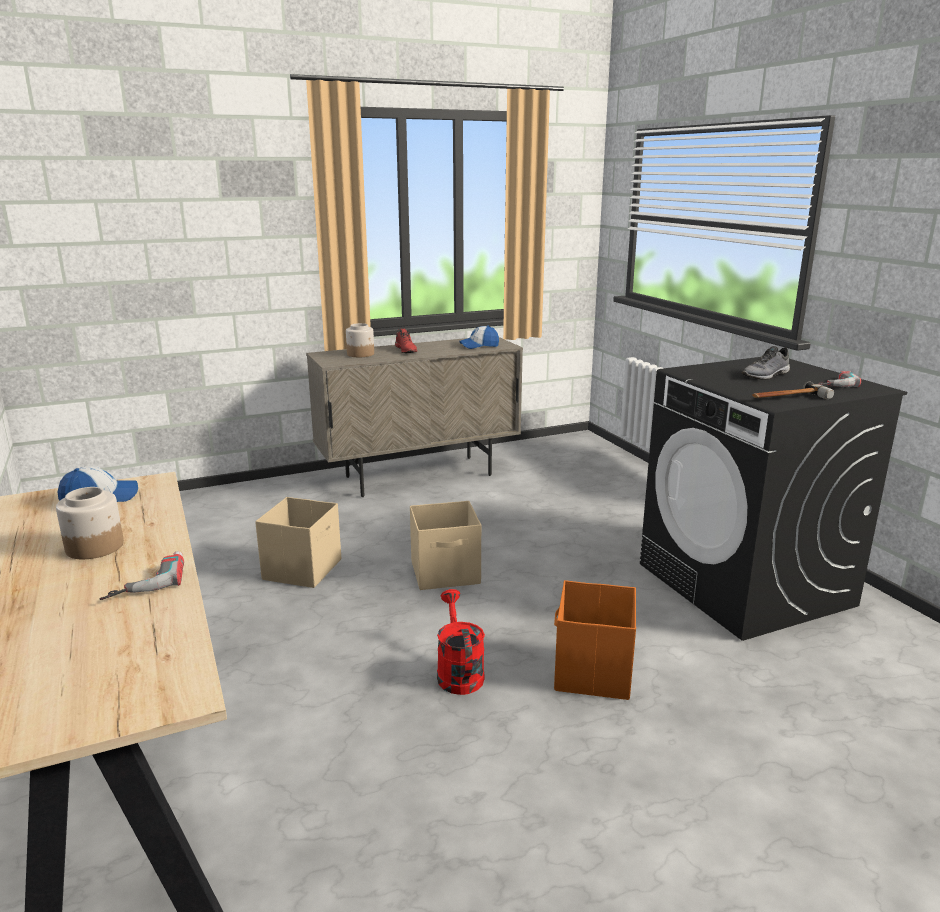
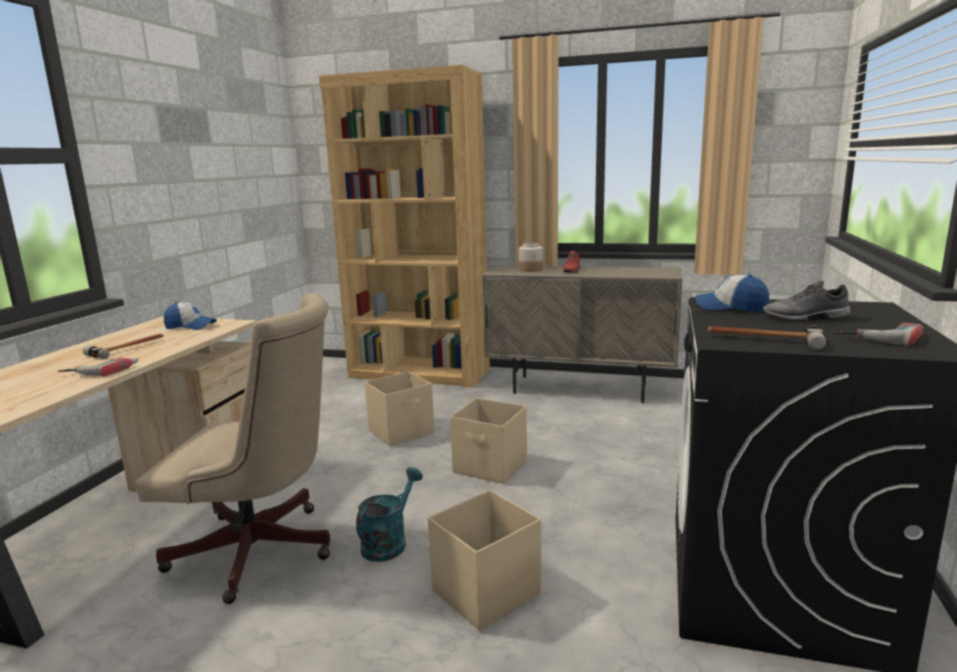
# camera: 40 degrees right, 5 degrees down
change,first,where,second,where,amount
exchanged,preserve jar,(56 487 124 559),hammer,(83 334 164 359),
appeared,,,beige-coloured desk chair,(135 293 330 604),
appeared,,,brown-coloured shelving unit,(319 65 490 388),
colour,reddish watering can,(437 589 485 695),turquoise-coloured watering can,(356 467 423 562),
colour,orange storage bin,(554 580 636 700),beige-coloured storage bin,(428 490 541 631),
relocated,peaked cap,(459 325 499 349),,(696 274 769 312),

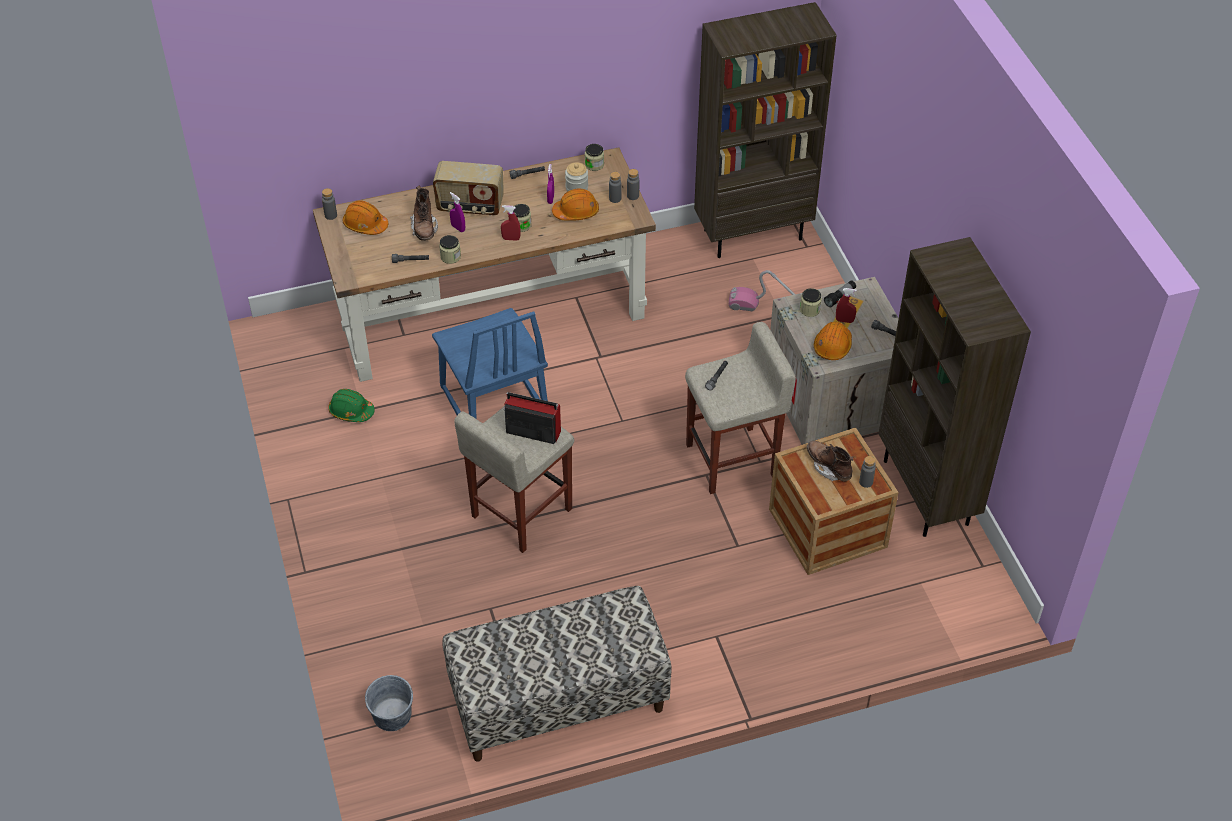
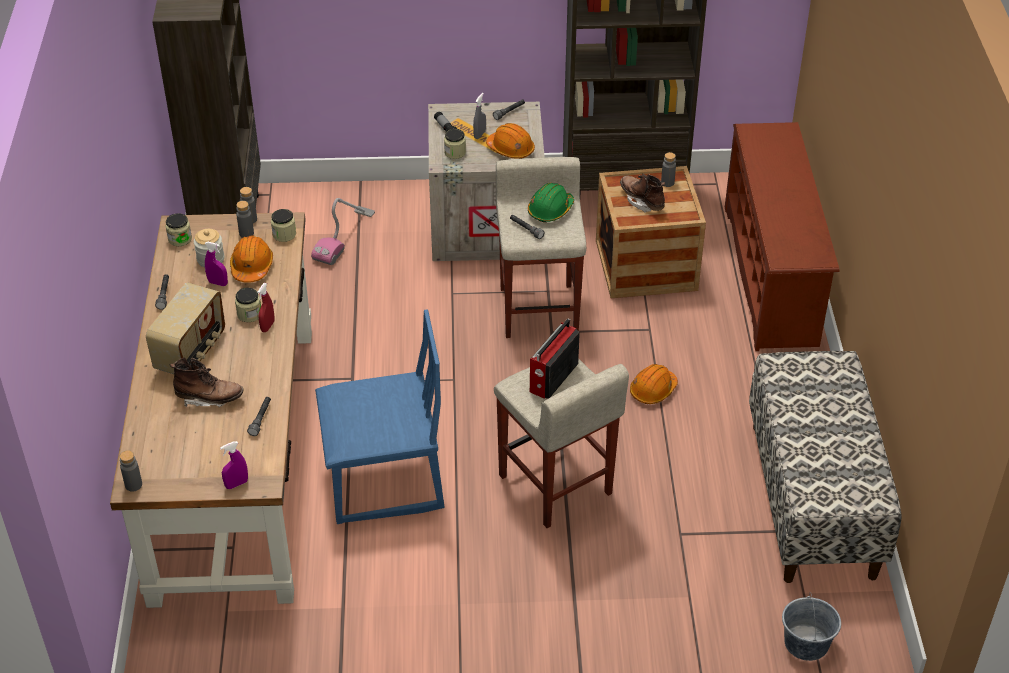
# camera: 75 degrees left, 5 degrees down
change,first,where,second,where,amount
relocated,purple-coloured sprayer,(450 192 465 232),,(220 441 248 489),
relocated,preserve jar,(439 235 461 264),,(271 209 296 242),
colour,reddish sprayer,(836 288 857 323),grey sprayer,(473 93 486 139),
relocated,green work helmet,(328 389 375 422),,(528 183 574 223),
spun,brown-coloured high-top boot,(807 441 853 481),,(620 173 665 213),75 degrees clockwise
relocated,orange work helmet,(343 200 388 235),,(630 364 678 404),
appeared,,,brown-coloured shoe stand,(725 122 840 351),

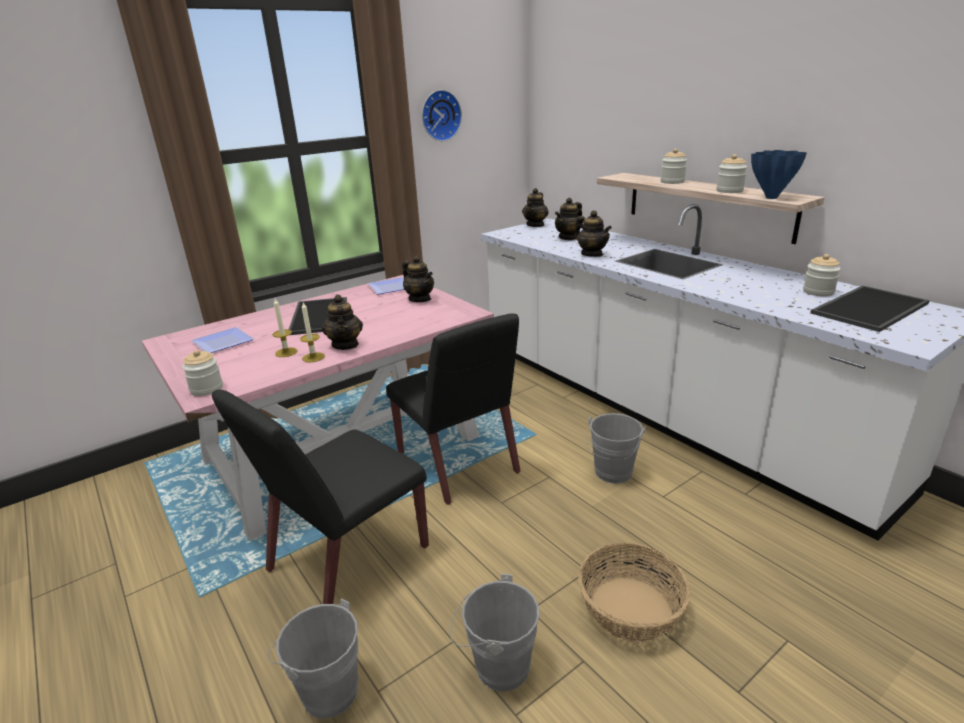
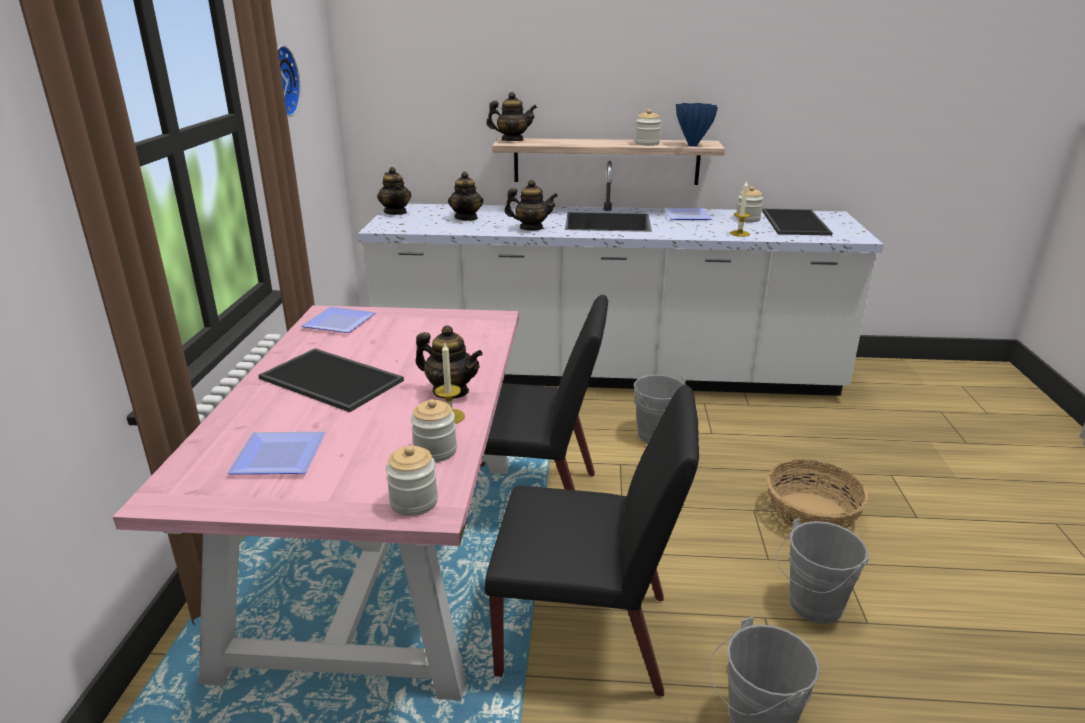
# camera: 50 degrees left, 0 degrees up
change,first,where,second,where,amount
relocated,preserve jar,(661 148 687 184),,(411 399 457 462),
spun,black-coloured upright chair,(212 390 429 604),,(485 385 699 696),75 degrees counterclockwise
relocated,pot for tea,(402 256 434 302),,(486 92 537 141),
appeared,,,flat dish,(664 208 712 220),
relocated,wax candle,(273 299 298 357),,(730 180 751 237),

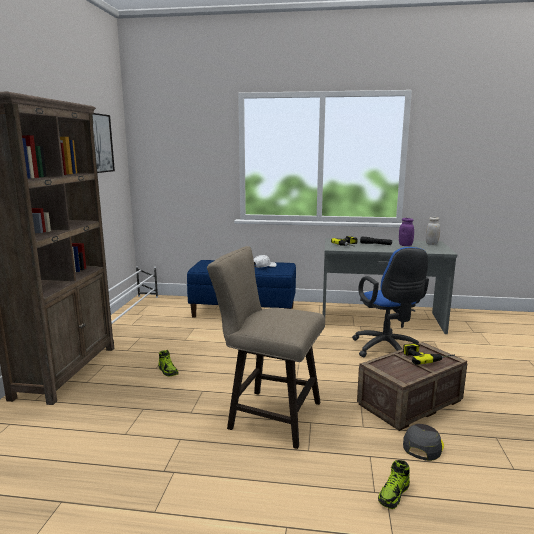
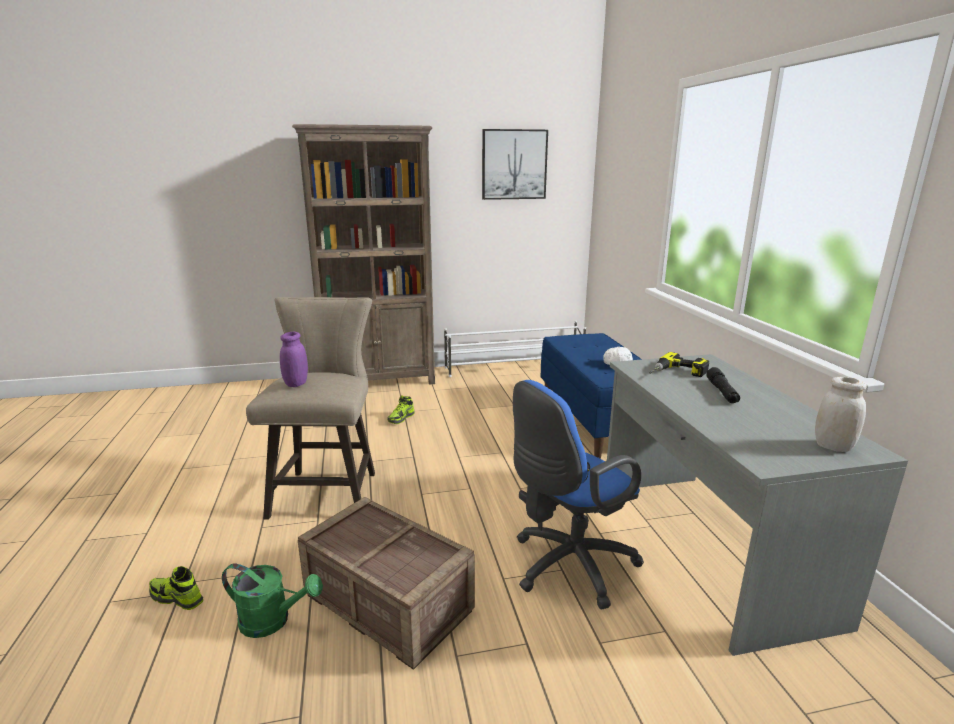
# camera: 70 degrees right, 5 degrees up
change,first,where,second,where,amount
exchanged,grey peaked cap,(403 424 444 461),green watering can,(222 564 323 638),
relocated,purple-coloured preserve jar,(399 218 414 246),,(280 332 308 387),
missing,drill,(403 343 455 365),,,

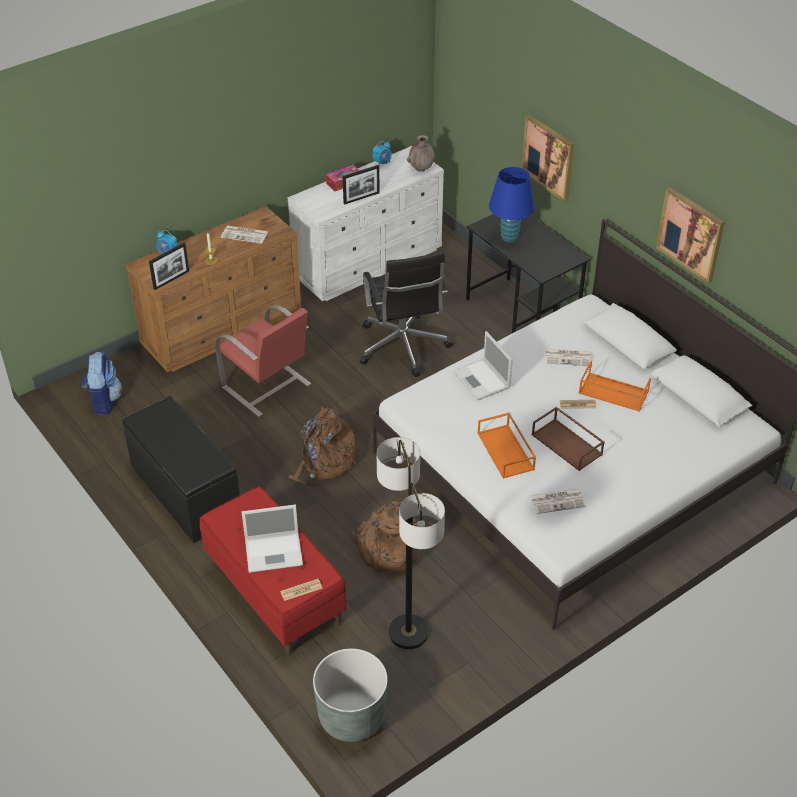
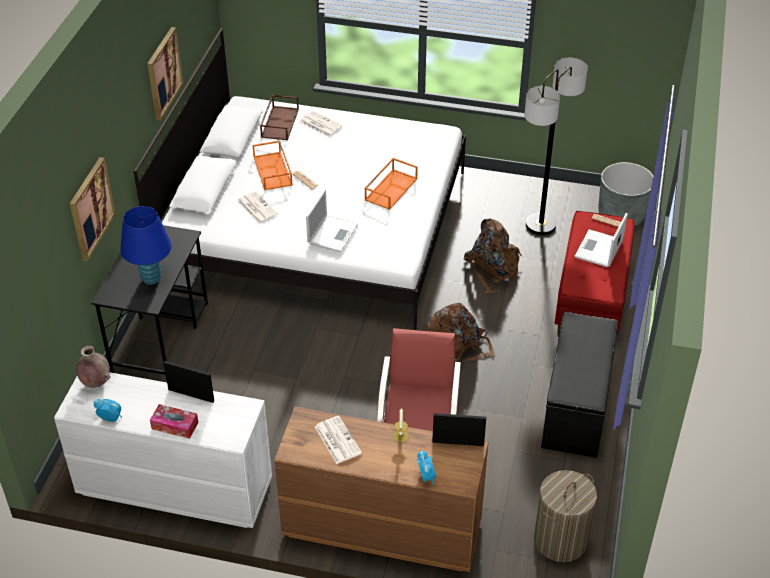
# camera: 130 degrees left, 0 degrees up
change,first,where,second,where,amount
relocated,brown-coloured serving tray,(532 407 605 471),,(260 95 299 140),
relocated,printed paper,(530 488 586 514),,(300 111 342 137),
exchanged,rucksack,(80 352 122 415),laundry basket,(534 470 597 562),
spun,portable computer,(242 504 303 573),,(575 213 628 267),105 degrees counterclockwise
missing,black-coloured desk chair,(360 251 453 377),,,

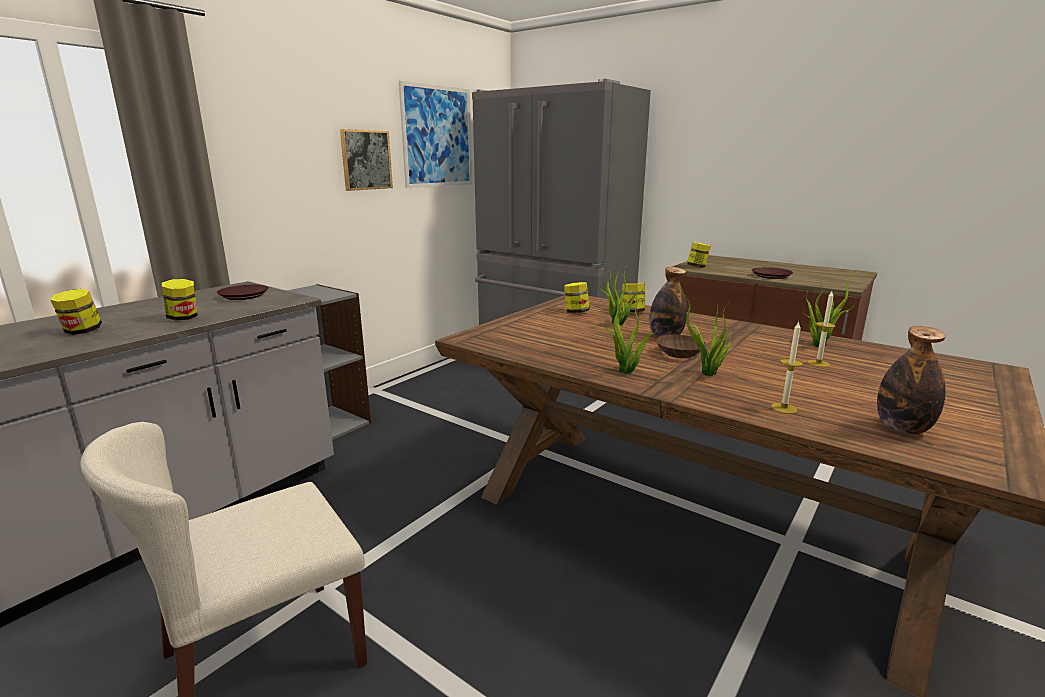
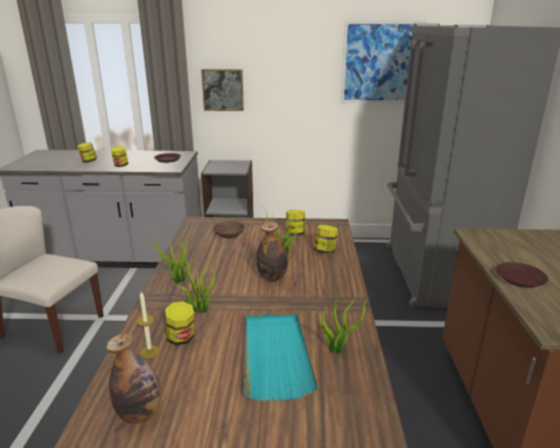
# camera: 55 degrees right, 5 degrees up
change,first,where,second,where,amount
relocated,preserve jar,(687 242 711 268),,(165 301 194 345),
relocated,wall art,(340 129 393 191),,(201 69 244 111),
relocated,brown-coloured serving bowl,(656 335 706 358),,(213 221 245 238),
exchanged,wax candle,(808 291 835 367),turquoise-coloured serving tray,(244 312 319 401),

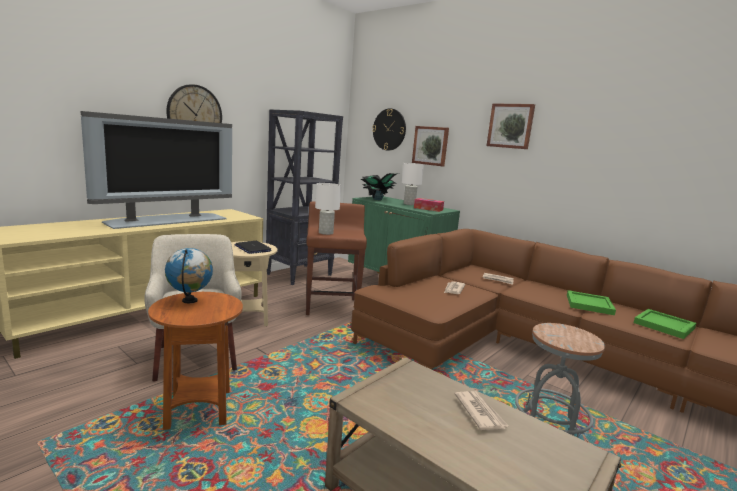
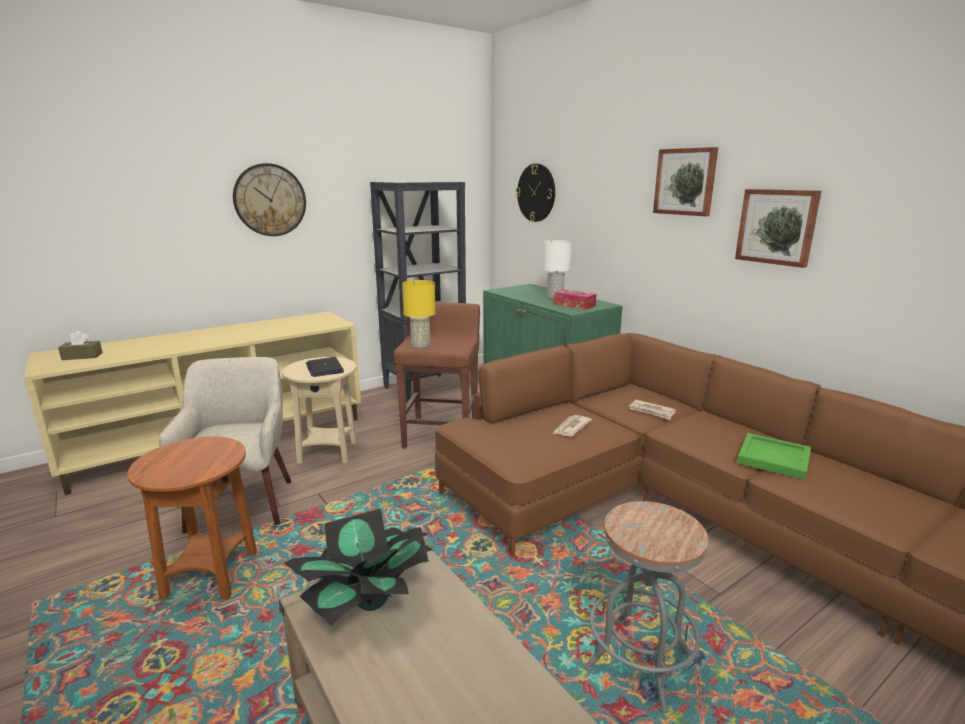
# camera: 15 degrees right, 5 degrees up
change,first,where,second,where,amount
appeared,,,brown-coloured tissue box,(58 331 103 360),
relocated,potted plant,(361 173 398 200),,(284 508 435 626),
colour,whitish lamp for a table,(315 183 341 235),yellow-coloured lamp for a table,(402 280 436 348),
relocated,wall art,(412 126 449 166),,(735 189 822 268),
missing,TV,(80 111 232 229),,,
missing,desk globe,(165 248 213 303),,,
missing,printed paper,(455 391 508 430),,,
missing,green serving tray,(634 309 696 339),,,

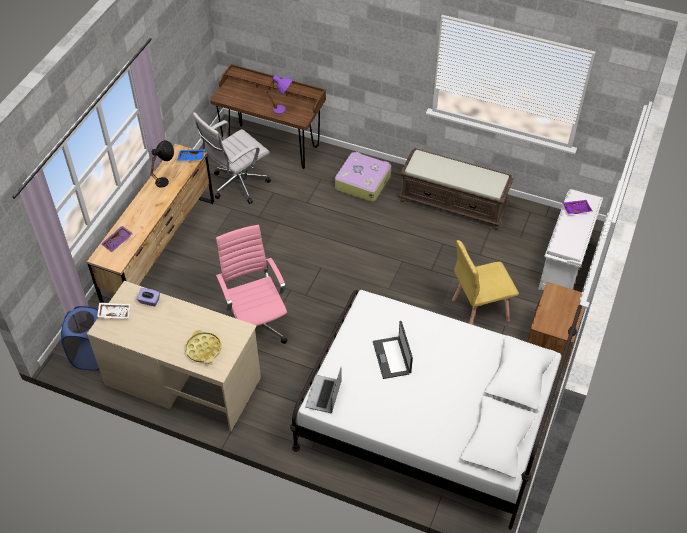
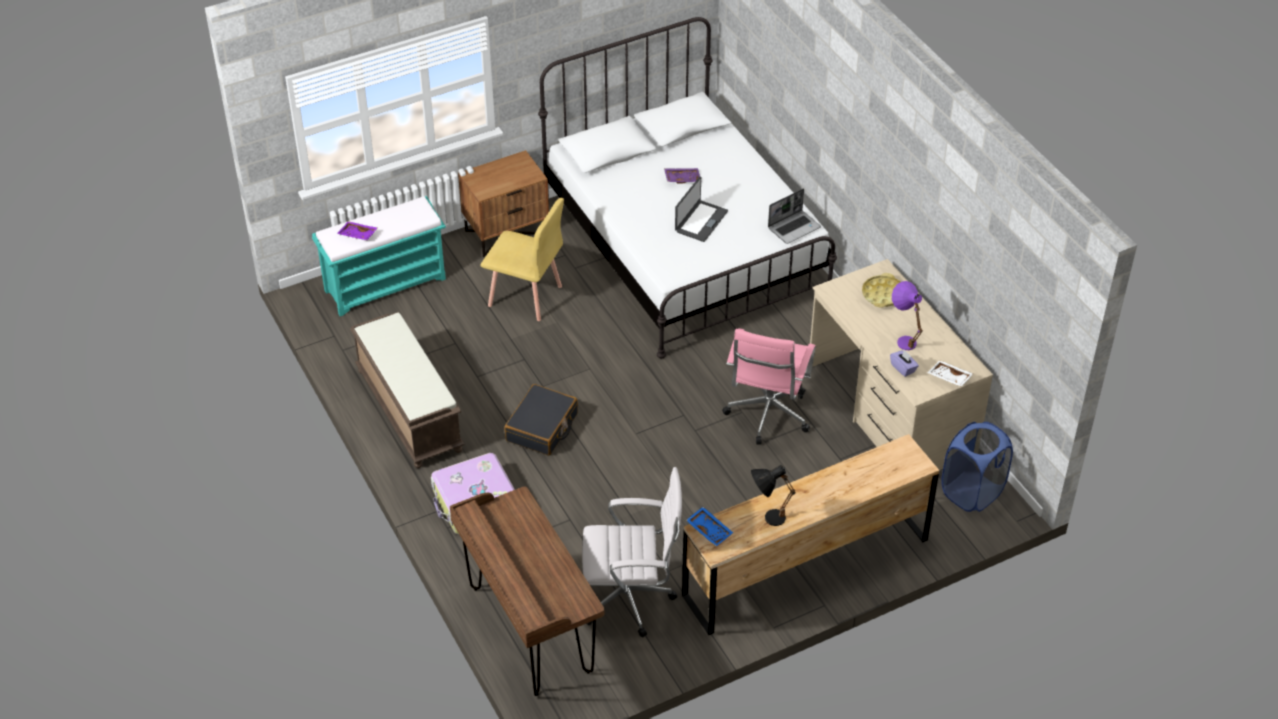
# camera: 140 degrees left, 5 degrees down
change,first,where,second,where,amount
colour,whitish long seat,(538 189 603 290),turquoise-coloured long seat,(312 196 446 316),
appeared,,,black-coloured travel case,(504 384 578 456),
relocated,purple-coloured serving tray,(101 226 133 252),,(664 168 700 184),
relocated,purple-coloured lamp for a table,(267 74 293 114),,(892 281 923 350),

